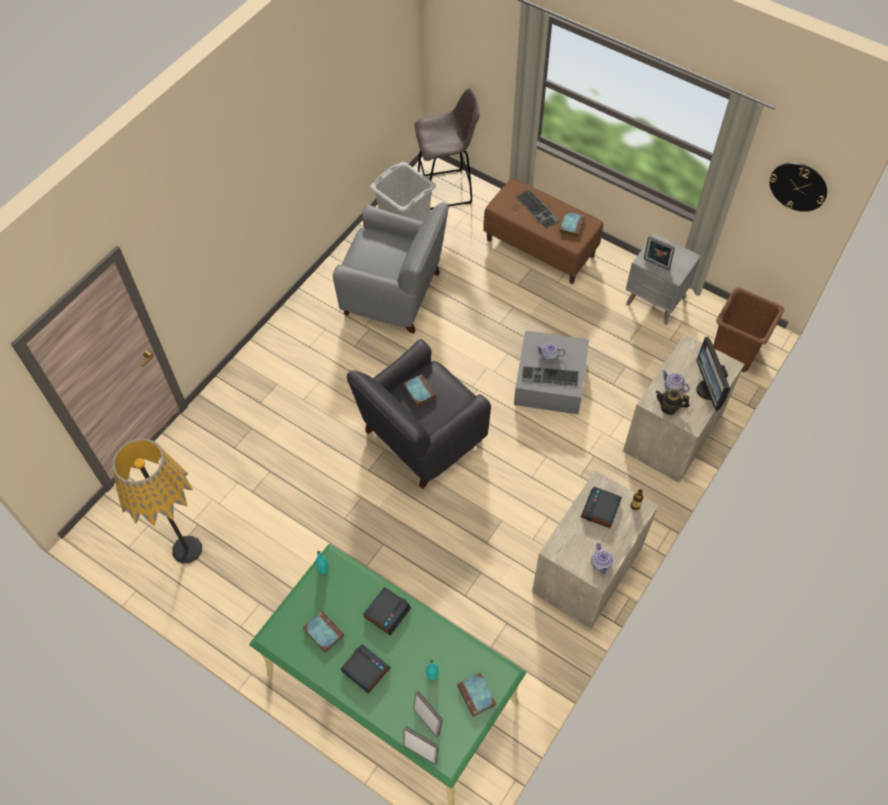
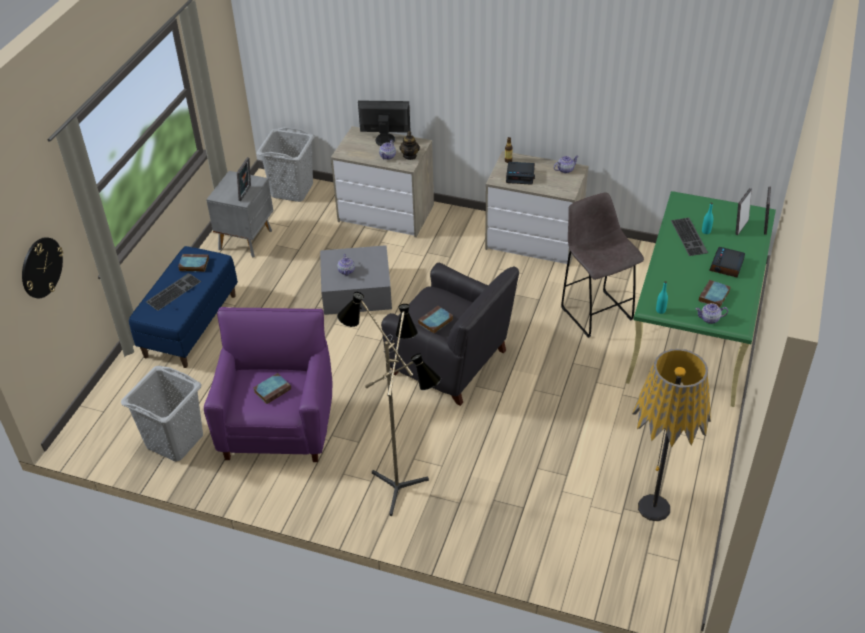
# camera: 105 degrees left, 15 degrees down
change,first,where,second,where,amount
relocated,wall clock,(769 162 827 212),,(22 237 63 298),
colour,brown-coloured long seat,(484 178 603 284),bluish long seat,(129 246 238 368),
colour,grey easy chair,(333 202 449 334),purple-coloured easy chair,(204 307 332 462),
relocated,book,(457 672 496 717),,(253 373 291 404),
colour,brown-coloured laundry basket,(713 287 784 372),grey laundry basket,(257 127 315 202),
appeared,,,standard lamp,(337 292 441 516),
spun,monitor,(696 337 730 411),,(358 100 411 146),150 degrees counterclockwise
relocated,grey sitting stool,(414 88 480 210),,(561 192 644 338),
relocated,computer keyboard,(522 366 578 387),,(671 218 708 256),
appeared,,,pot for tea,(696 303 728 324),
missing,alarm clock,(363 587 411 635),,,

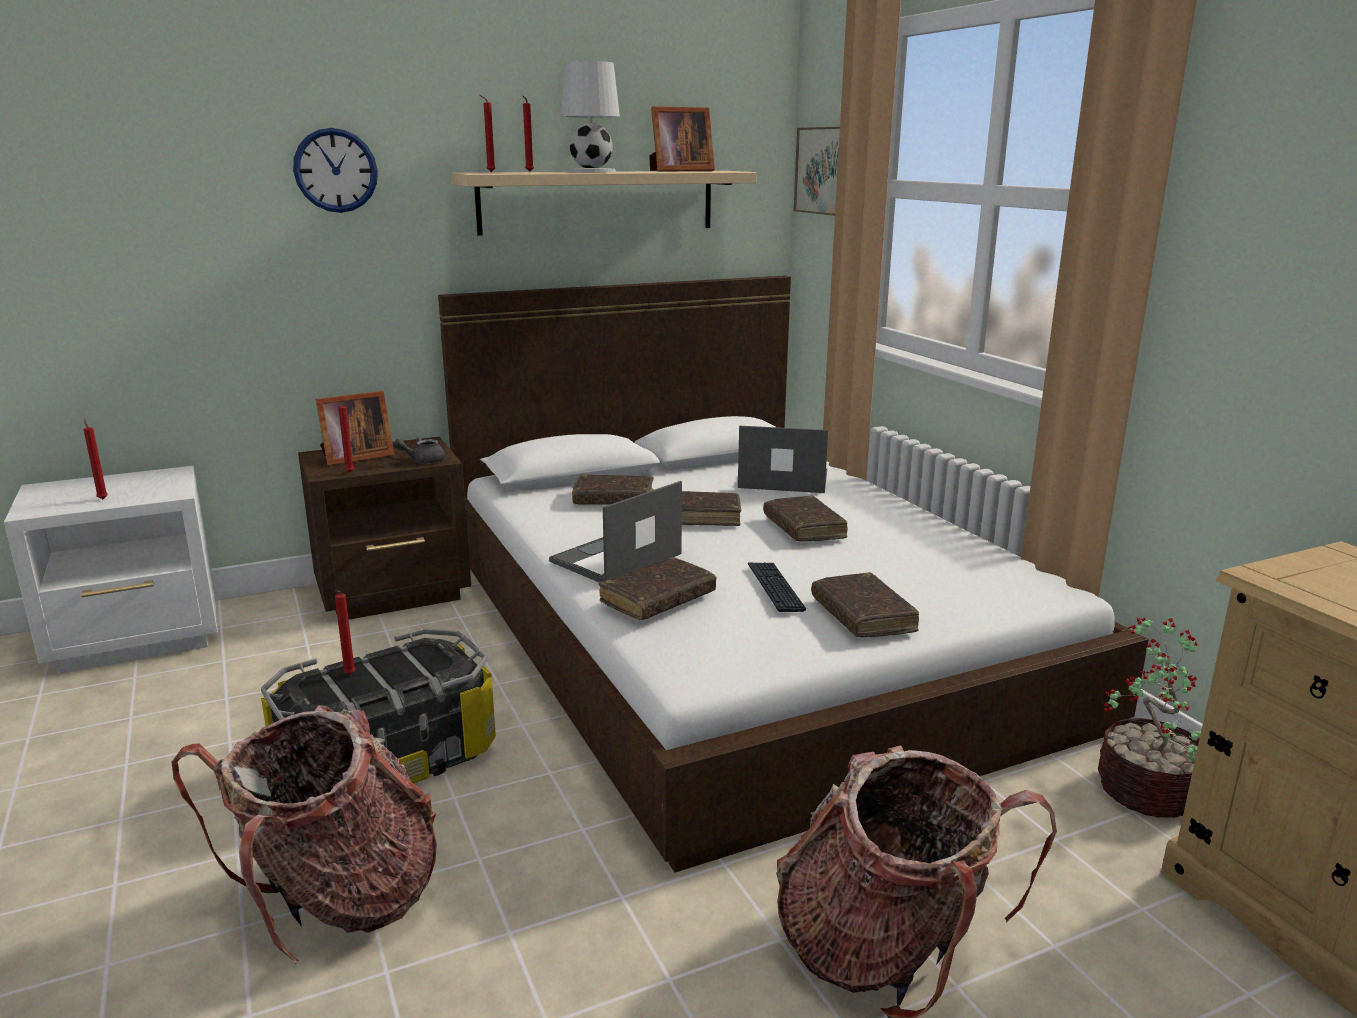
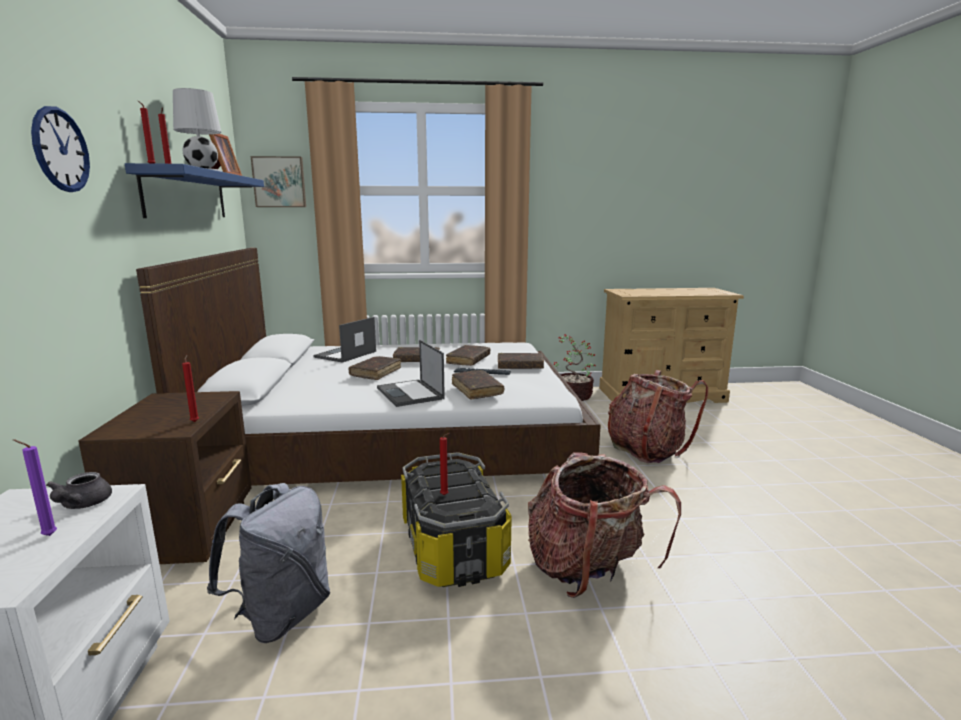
# camera: 70 degrees left, 5 degrees down
change,first,where,second,where,amount
colour,reddish wax candle,(83 419 108 499),purple-coloured wax candle,(13 440 57 536),
relocated,grey pot for tea,(393 437 445 464),,(46 472 112 509),
colour,beige-coloured bracket shelf,(451 171 757 236),bluish bracket shelf,(125 163 264 218),
appeared,,,grey rucksack,(207 483 330 643),
relocated,brown-coloured book,(572 475 654 505),,(446 345 490 366),
missing,photo frame,(316 391 395 465),,,

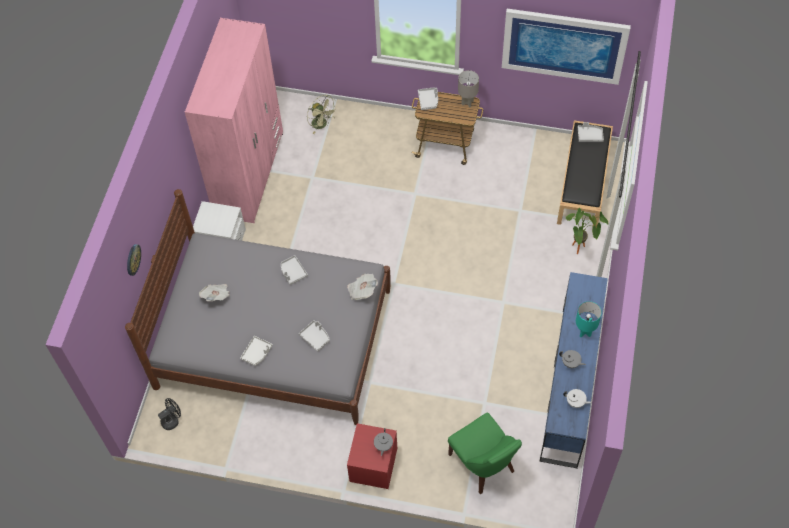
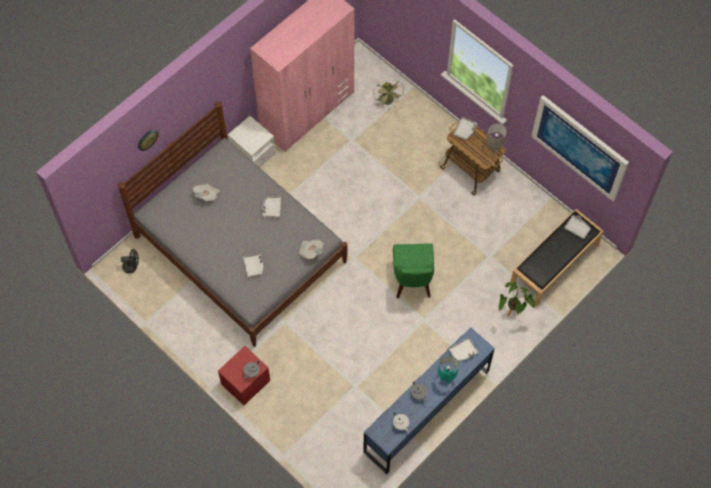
# camera: 30 degrees right, 5 degrees up
change,first,where,second,where,amount
relocated,green upright chair,(448 413 522 495),,(393 244 434 298),
relocated,whitish serving tray,(240 336 273 366),,(449 338 478 361),

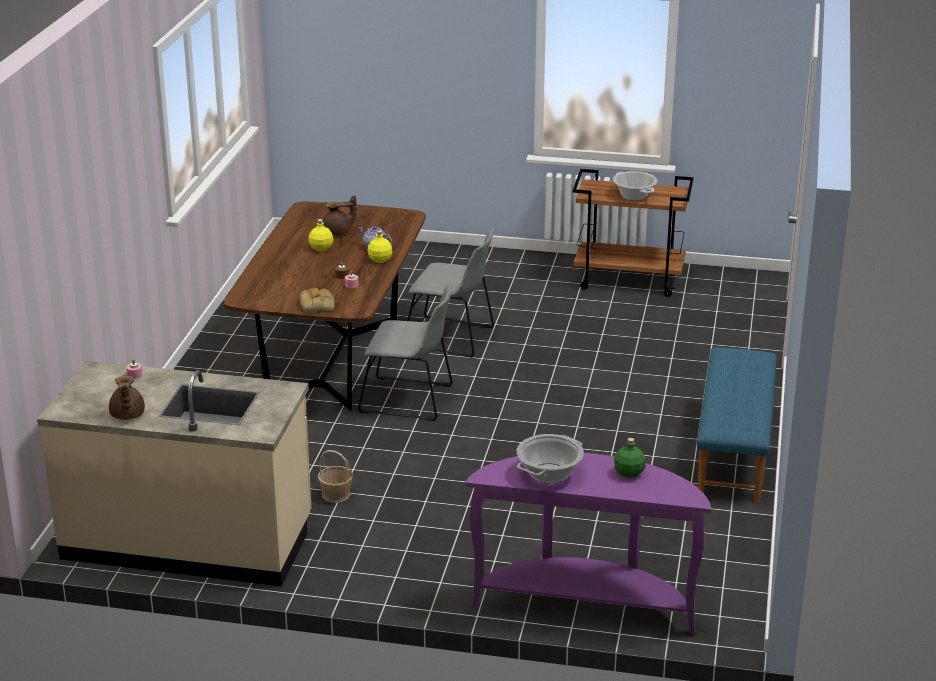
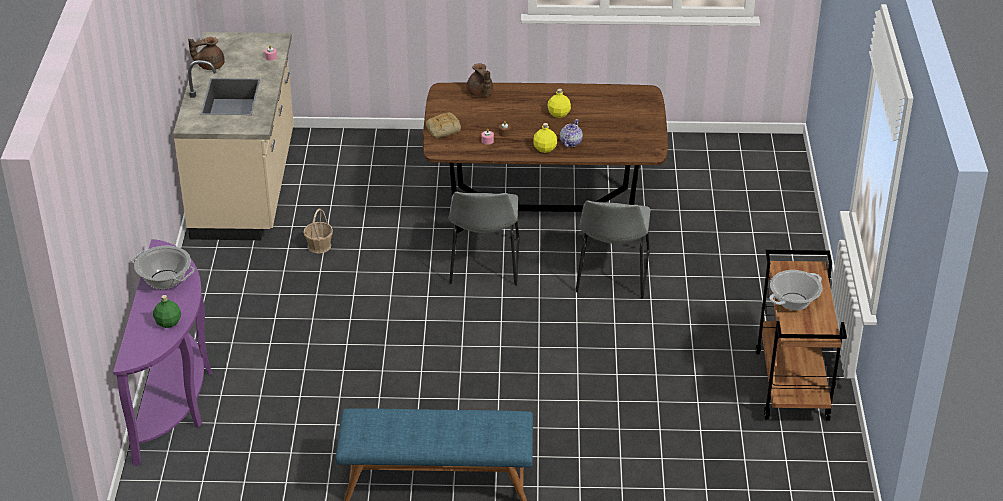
# camera: 80 degrees right, 10 degrees up
change,first,where,second,where,amount
relocated,brown-coloured pot for tea,(323 195 357 235),,(467 64 493 97),

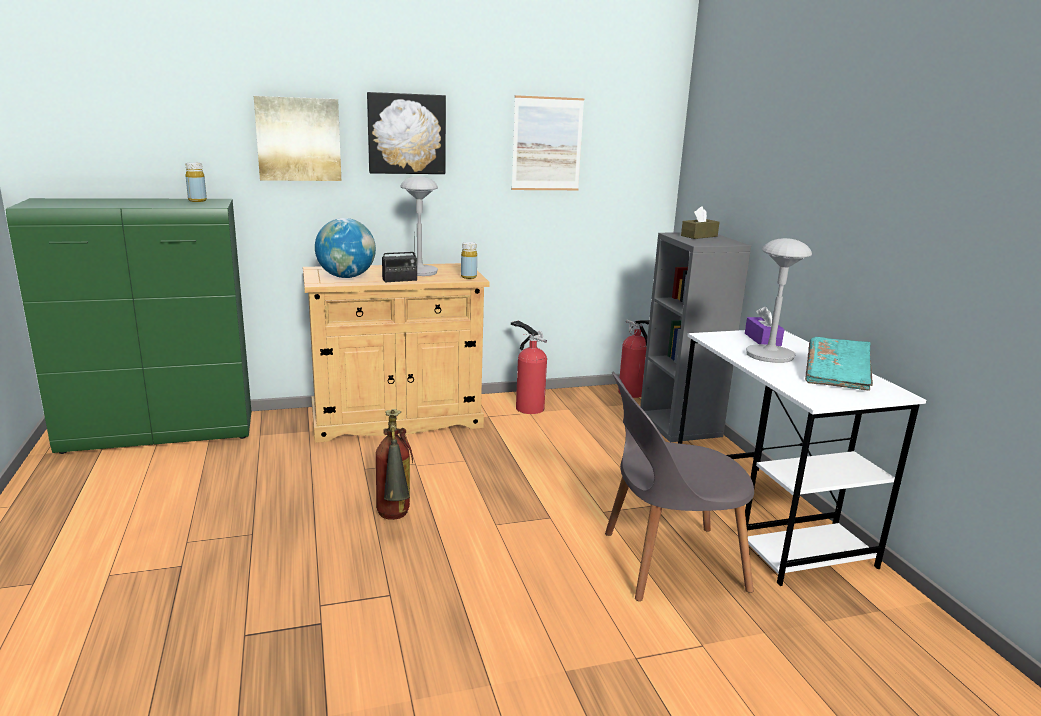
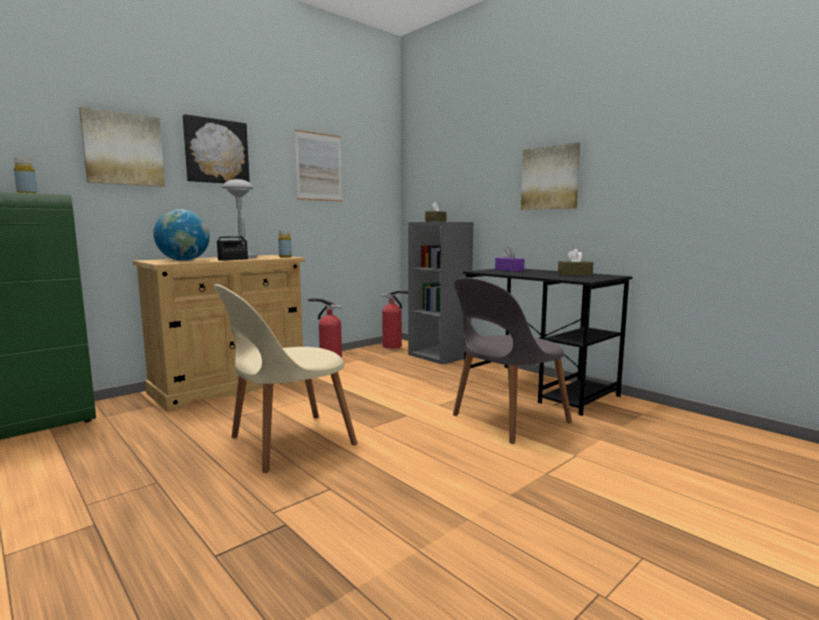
# camera: 25 degrees left, 10 degrees down
change,first,where,second,where,amount
exchanged,fire extinguisher,(376 409 413 520),beige-coloured upright chair,(214 284 357 473),
colour,whitish desk,(678 330 926 586),black-coloured desk,(463 269 632 416),
appeared,,,wall art,(521 142 580 210),
exchanged,turquoise-coloured book,(805 337 873 391),brown-coloured tissue box,(558 249 594 276),
missing,grey lamp for a table,(746 238 812 363),,,

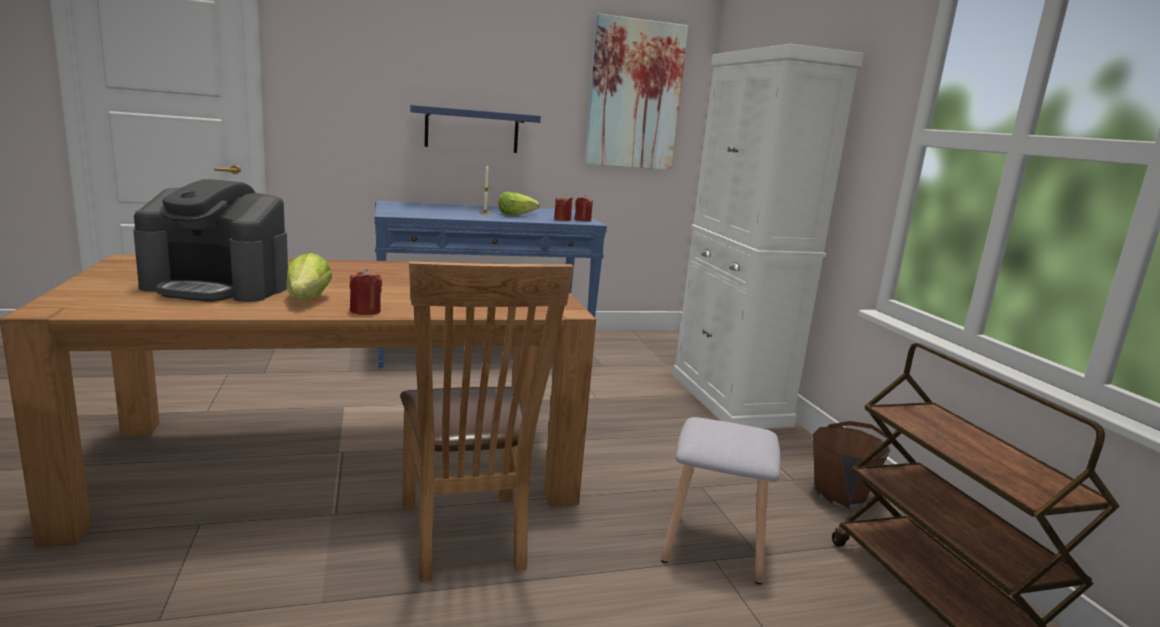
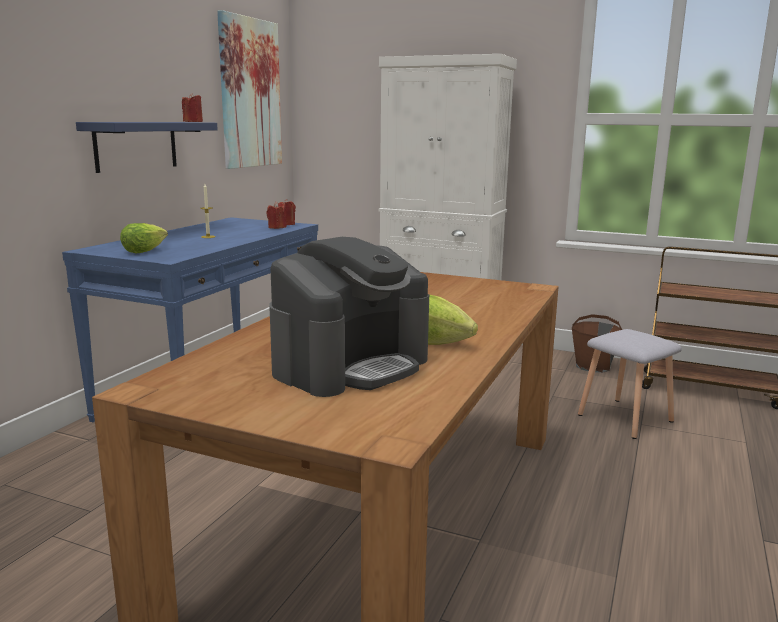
# camera: 50 degrees left, 0 degrees up
change,first,where,second,where,amount
relocated,lettuce,(498 192 540 215),,(120 223 168 253),
relocated,reddish wax candle,(350 268 382 315),,(182 93 203 122),
missing,brown-coloured upright chair,(400 261 574 582),,,

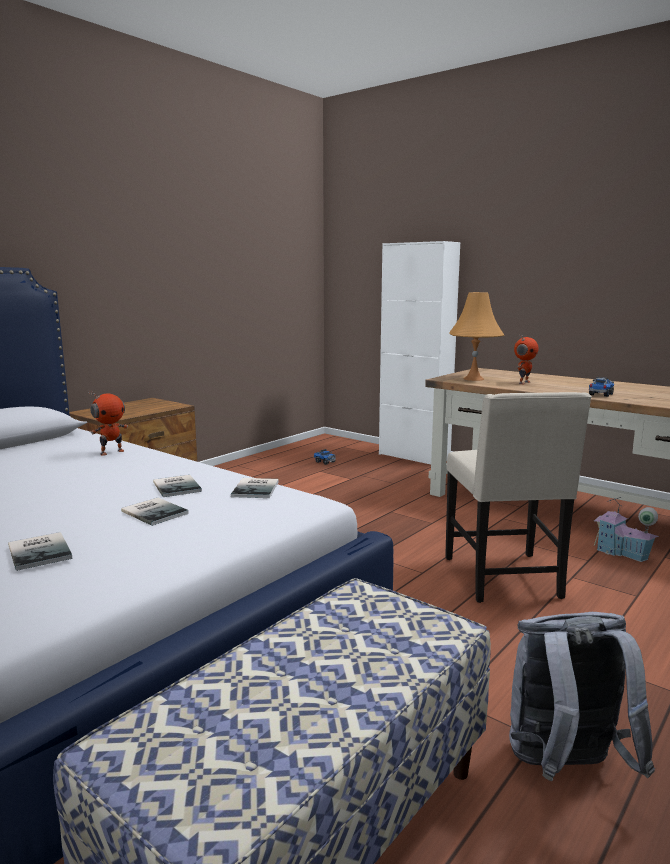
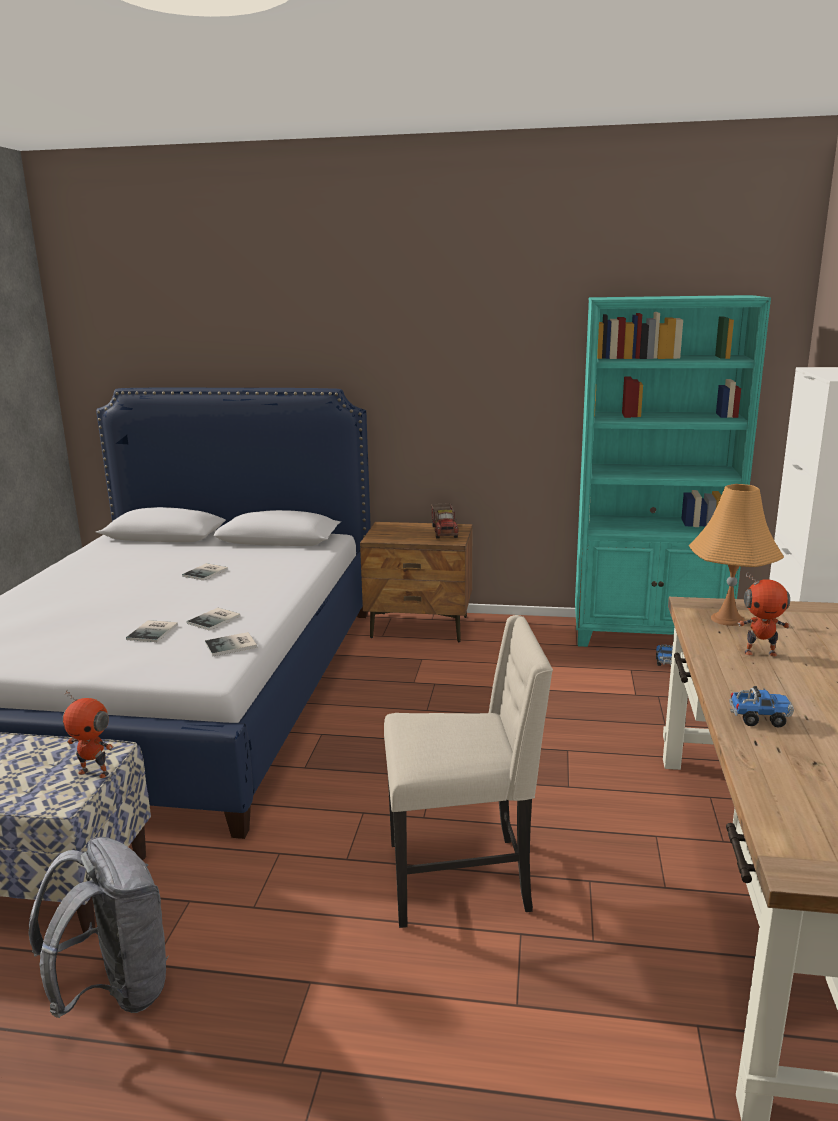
# camera: 60 degrees right, 5 degrees up
change,first,where,second,where,amount
relocated,robot figure,(89 390 128 456),,(62 691 114 778),
relocated,book,(8 532 72 571),,(182 563 228 581),
spun,beige-coloured upright chair,(445 392 592 603),,(384 615 553 928),150 degrees counterclockwise
appeared,,,toy lorry,(431 503 458 539),
appeared,,,turquoise-coloured shelving unit,(575 295 771 647),
missing,model house,(594 497 659 562),,,

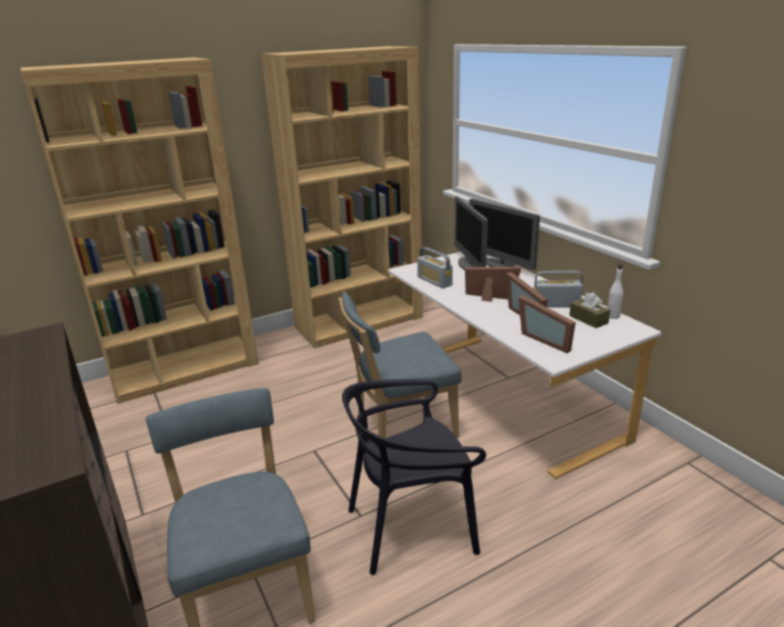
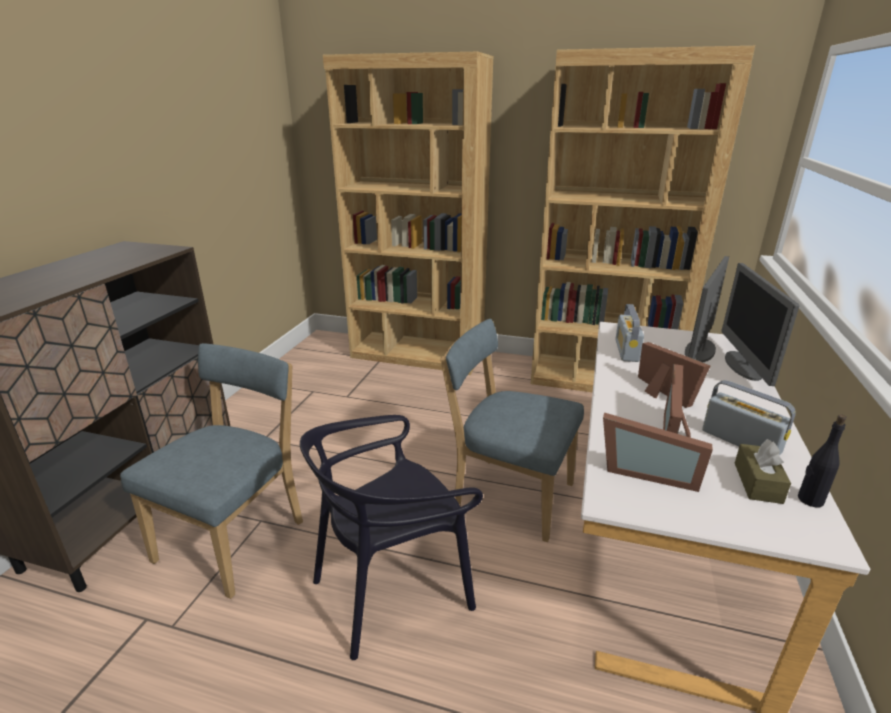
# camera: 45 degrees right, 0 degrees up
change,first,where,second,where,amount
spun,black-coloured upright chair,(342 379 486 575),,(300 415 483 660),60 degrees counterclockwise
spun,photo frame,(518 295 576 353),,(603 412 713 492),75 degrees counterclockwise
colour,whitish beverage bottle,(607 264 623 319),black-coloured beverage bottle,(798 414 847 507),

